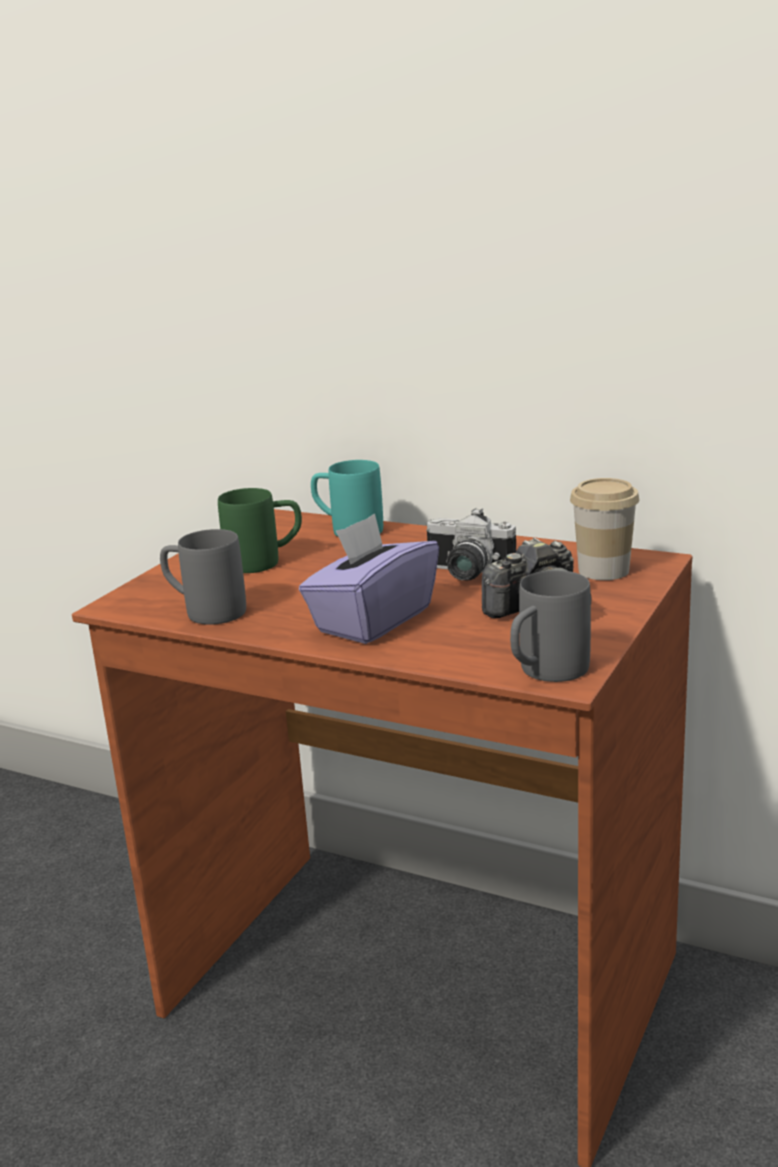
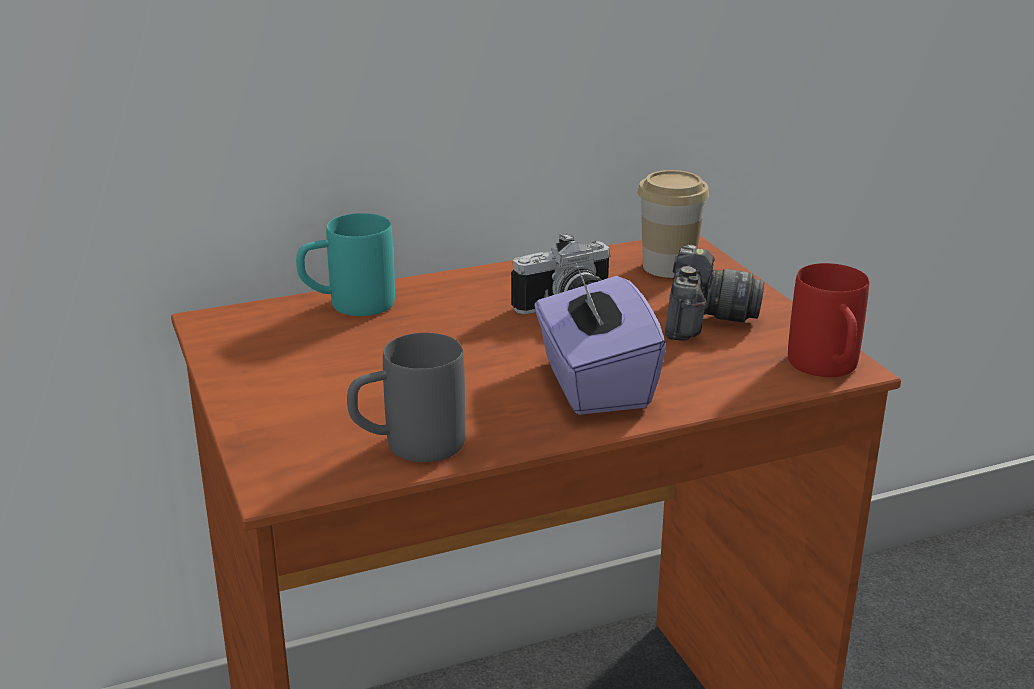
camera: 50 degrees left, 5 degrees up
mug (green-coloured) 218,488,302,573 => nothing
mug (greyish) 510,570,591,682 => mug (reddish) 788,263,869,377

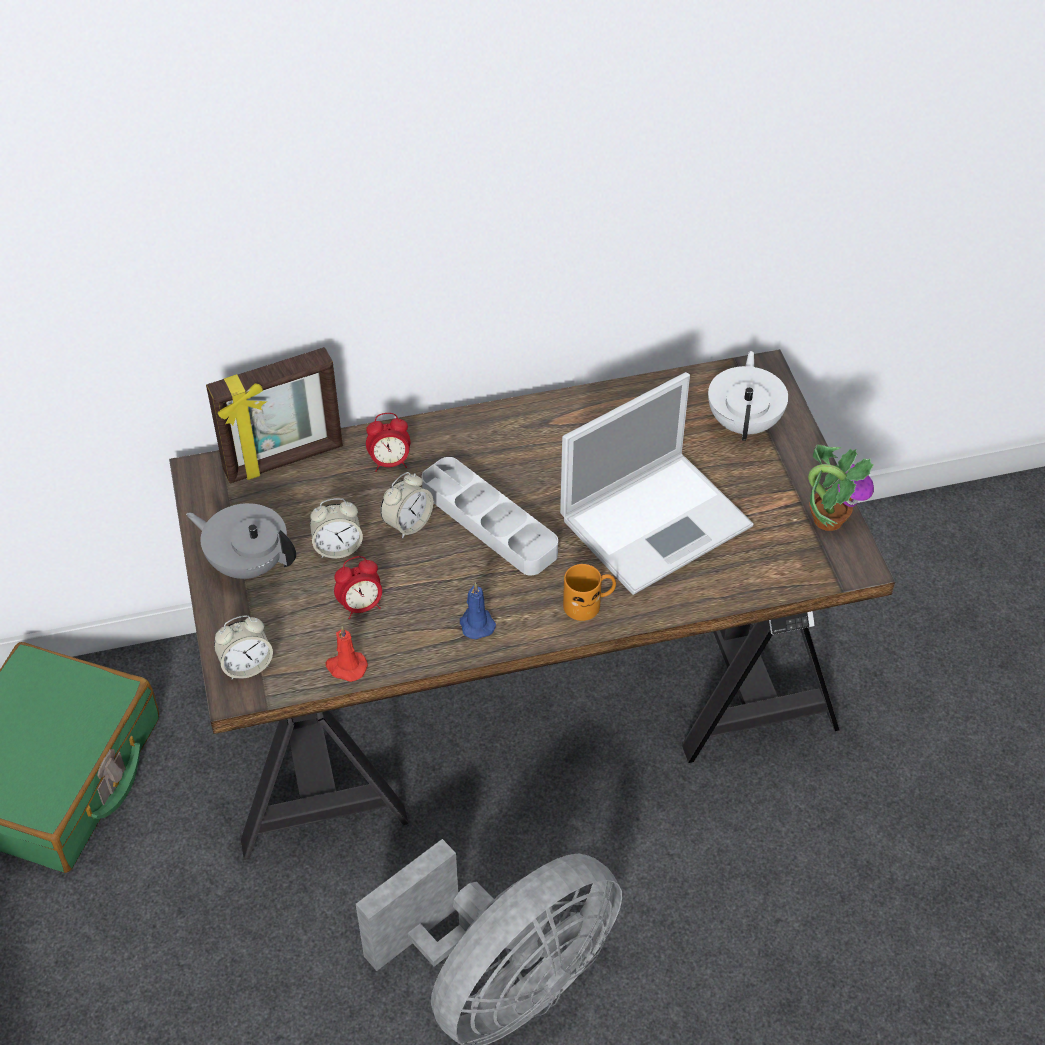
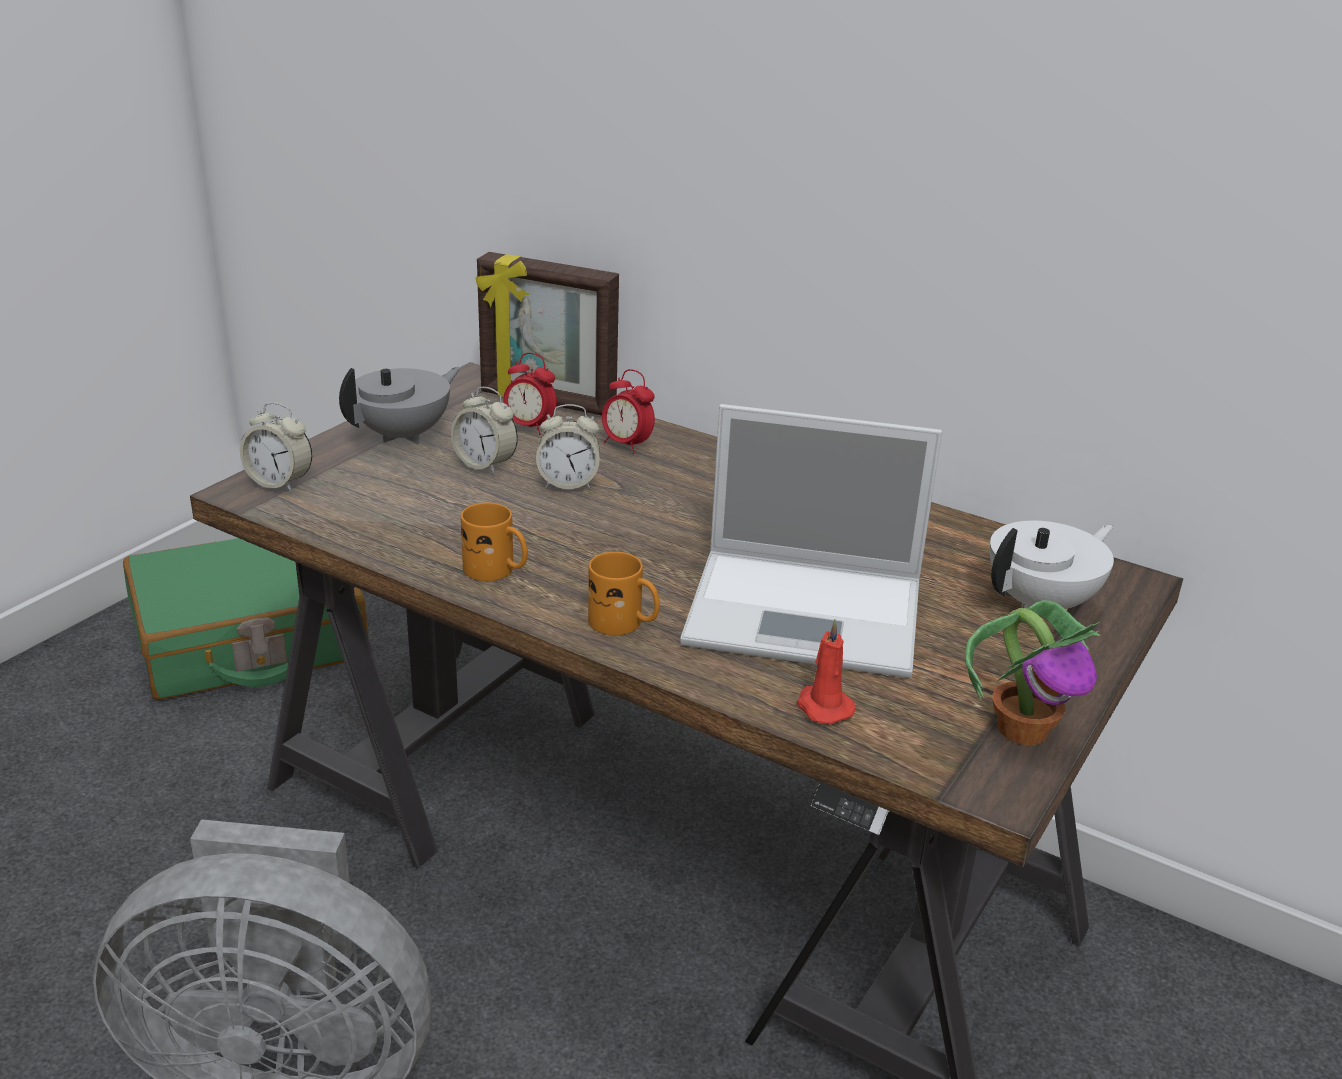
camera: 45 degrees right, 20 degrees down
carrying tray (greyish) 422,457,558,575 => nothing
teapot (greyish) 186,503,296,579 => teapot (greyish) 339,367,461,444, 60 degrees clockwise
bedside clock 334,556,382,619 => bedside clock 503,353,557,435, moved
candle (blue-coloured) 460,582,496,639 => mug (orange-coloured) 461,503,528,581
candle (reddish) 326,626,368,682 => candle (reddish) 797,620,855,724, moved

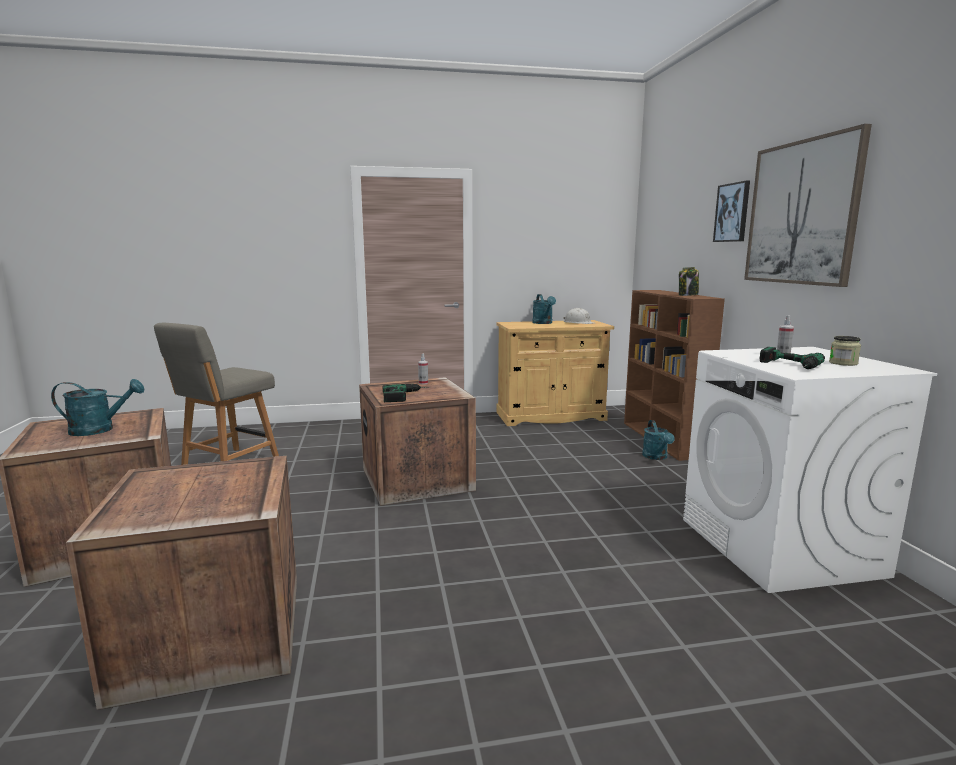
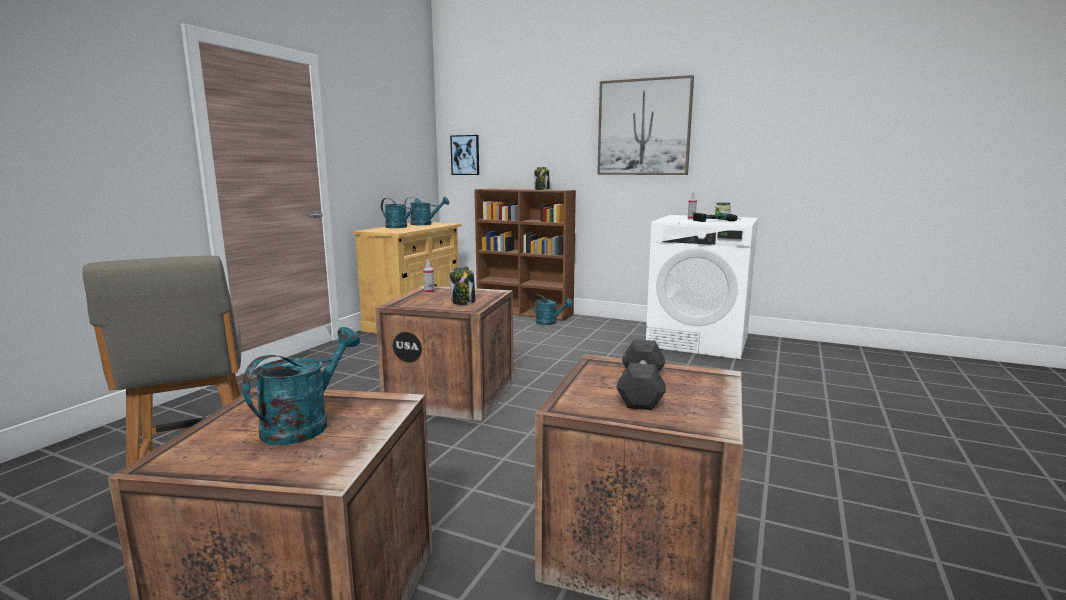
camera: 55 degrees left, 0 degrees up
wall picture 713,181,750,242 => wall picture 450,135,479,175, moved
safety helmet (whitish) 563,308,594,324 => sprinkling can (turquoise-coloured) 404,196,449,225
drill 383,384,427,402 => storage jar 450,266,475,305
nothing => hand weight (greyish) 616,339,666,410

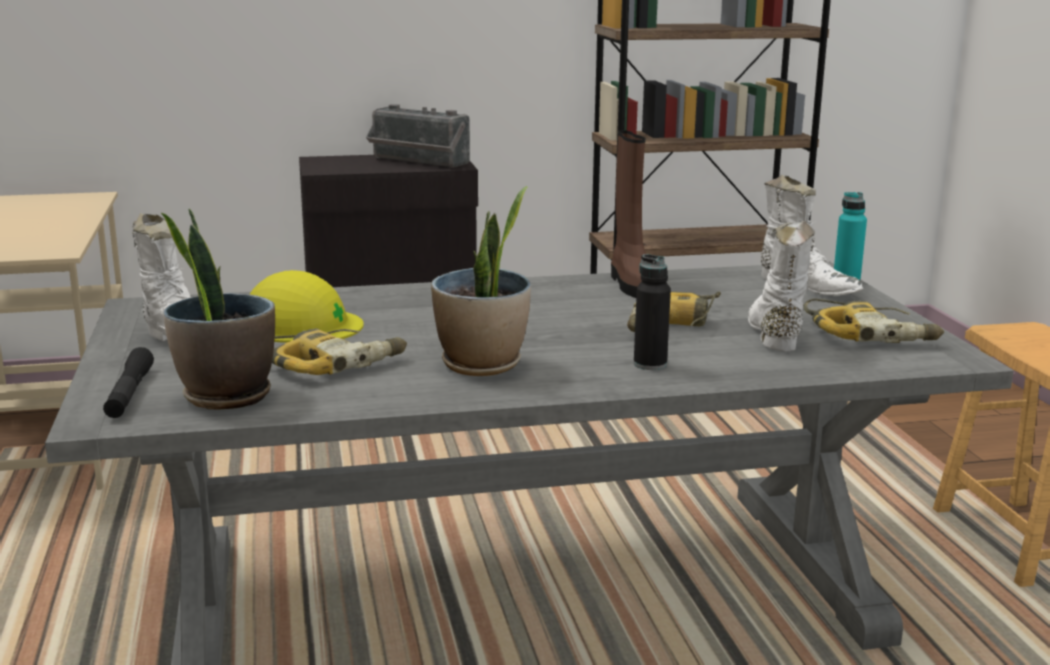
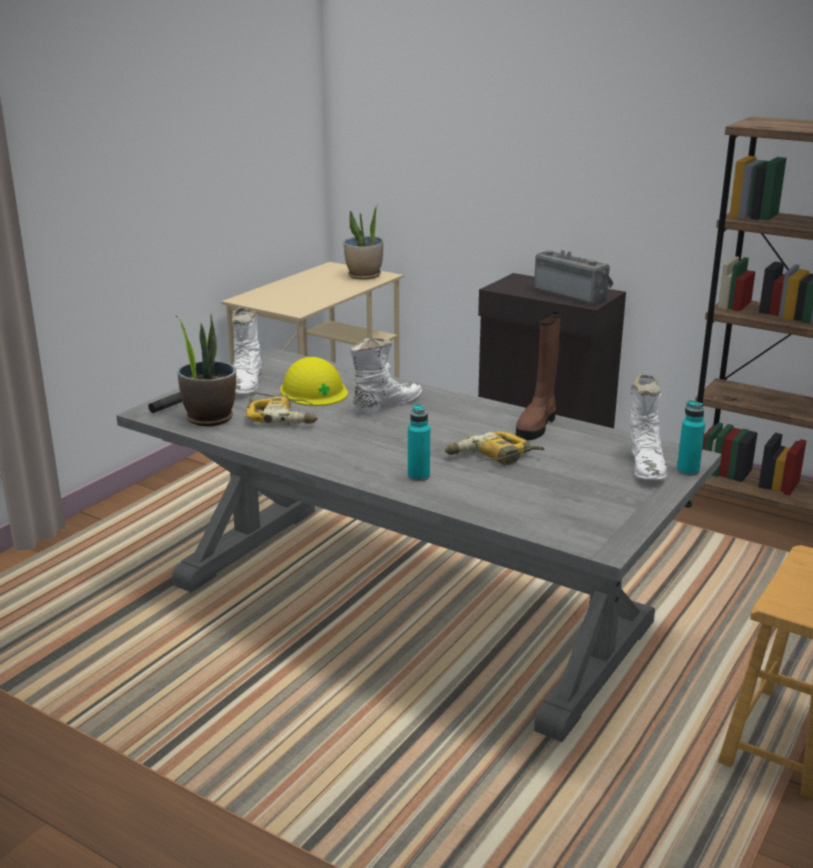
camera: 45 degrees right, 5 degrees up
radio set 366,104,470,168 => radio set 534,250,614,305, 150 degrees clockwise
potted plant 431,186,531,376 => potted plant 343,204,383,279, moved
high-top boot (whitish) 748,221,815,352 => high-top boot (whitish) 350,338,422,415, moved
beverage bottle (blackish) 634,254,671,370 => beverage bottle (turquoise-coloured) 408,404,430,481
drill 803,299,944,343 => nothing

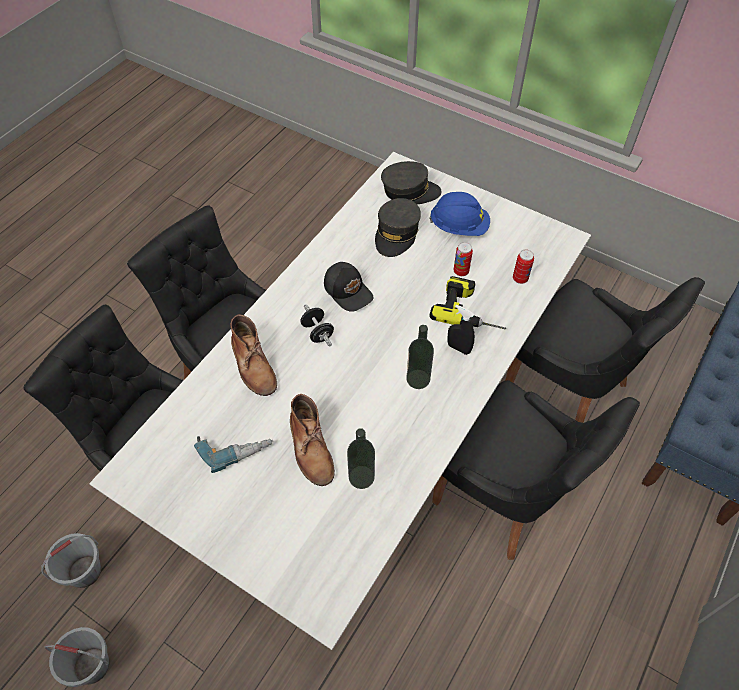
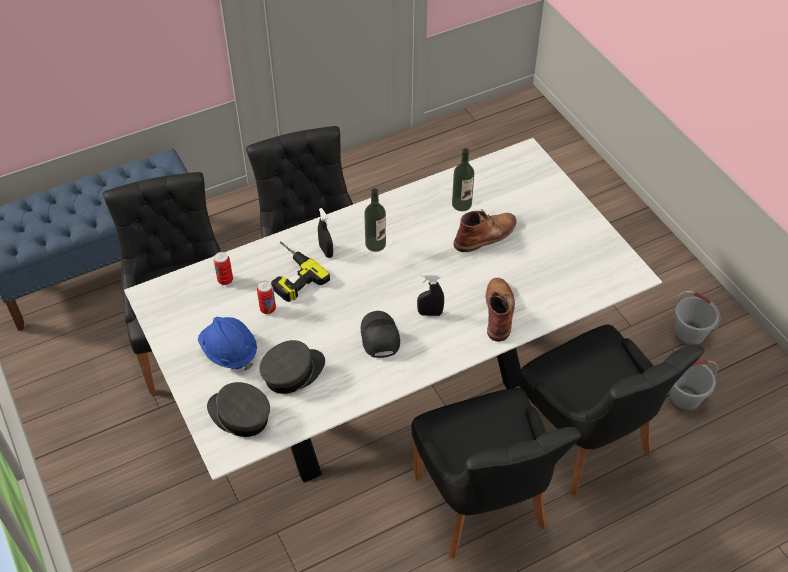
camera: 150 degrees left, 5 degrees down
hand weight (blackish) 300,304,334,346 => sprayer (blackish) 417,274,444,316
high-top boot (brownish) 290,394,335,486 => high-top boot (brownish) 454,209,517,252, 45 degrees clockwise
drill 194,436,273,473 => nothing

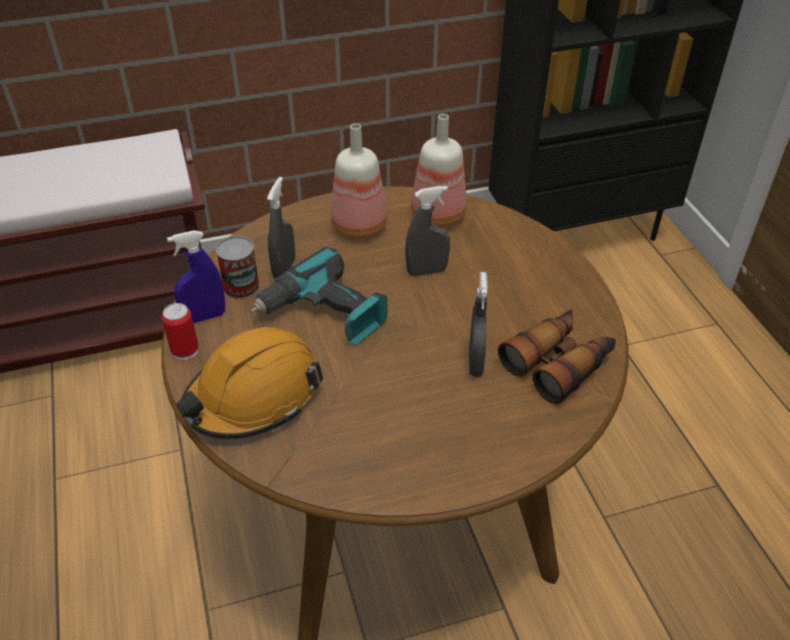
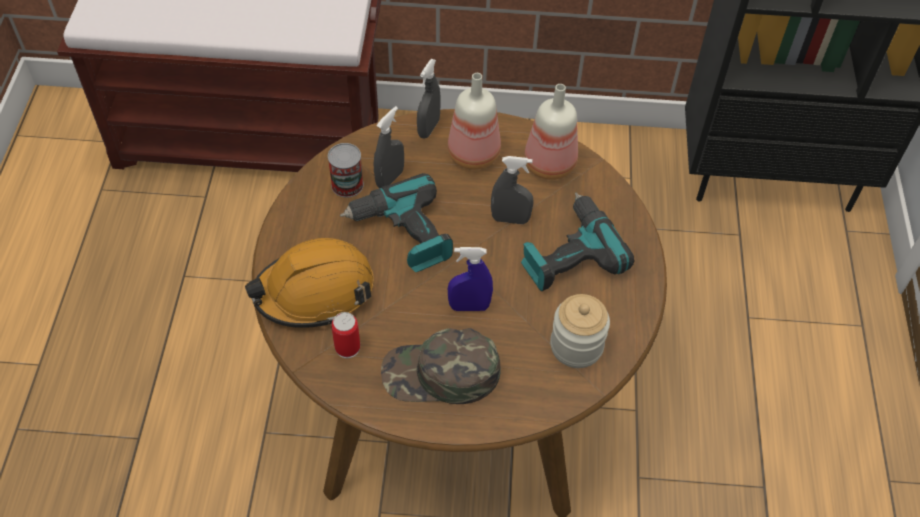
camera: 20 degrees right, 10 degrees up
sprayer (blue-coloured) 167,230,225,323 => sprayer (blue-coloured) 448,247,493,311, moved
sprayer (greyish) 469,272,488,377 => sprayer (greyish) 417,59,440,138, moved
metal can 162,303,199,360 => metal can 331,312,360,358, moved
field glasses 498,310,616,404 => storage jar 550,294,610,368
nothing => drill 521,193,634,291
nothing => peaked cap (green-coloured) 381,328,501,404

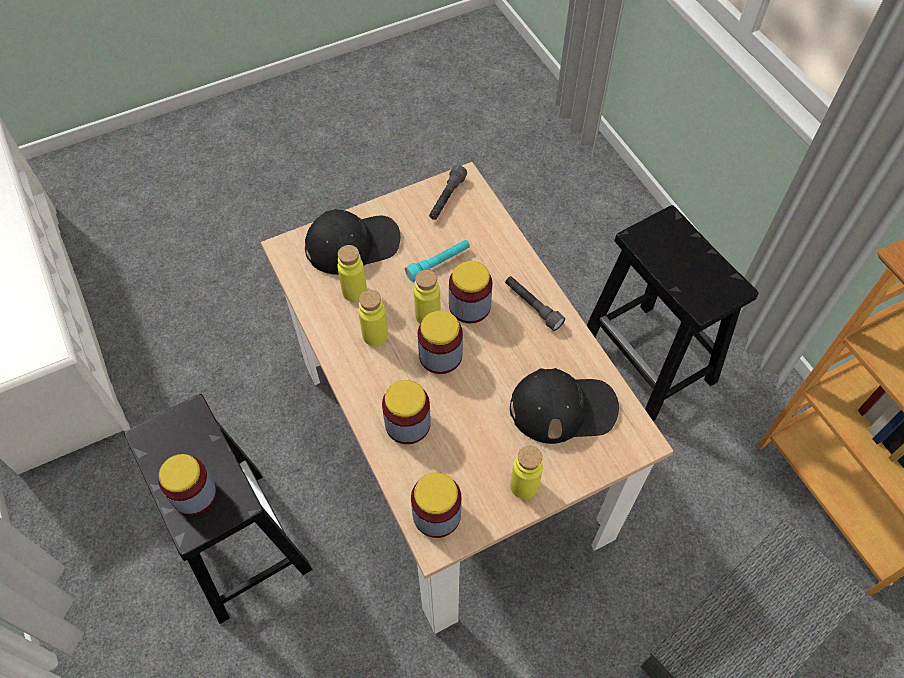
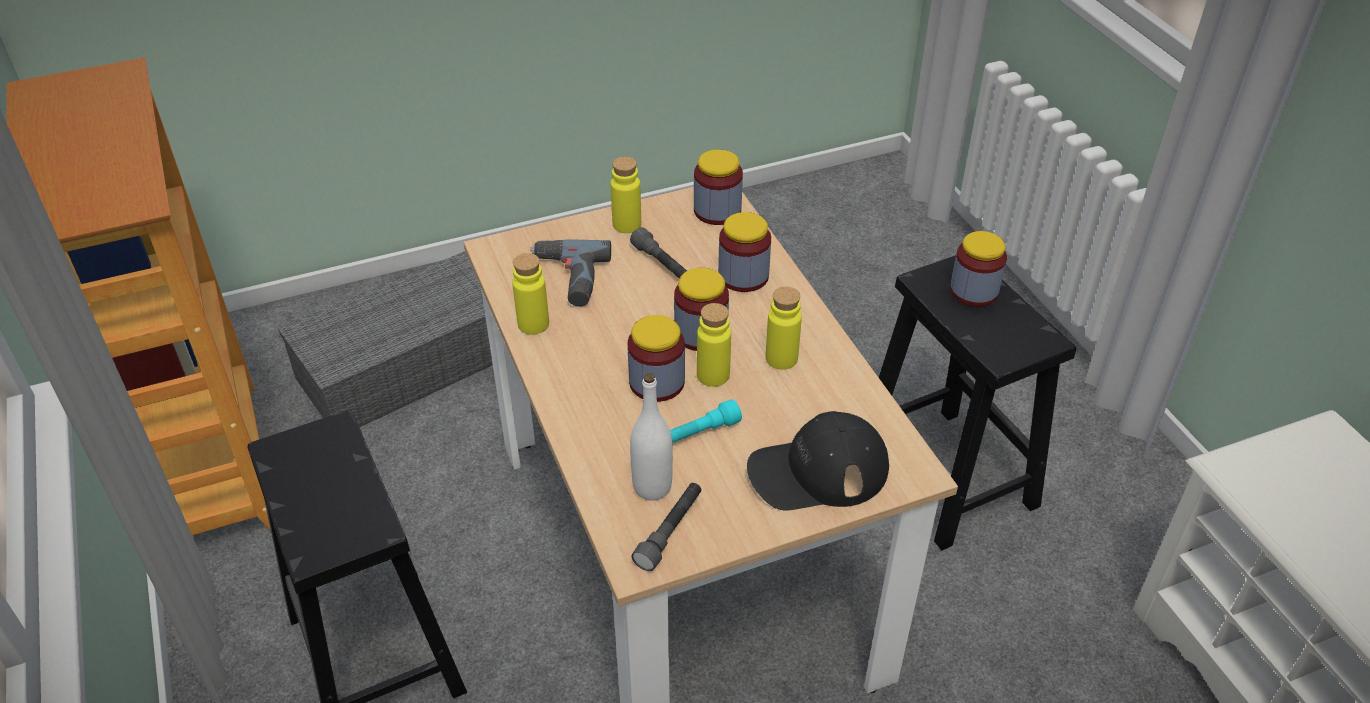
camera: 175 degrees left, 15 degrees down
beverage bottle (yellow) 337,245,367,302 => beverage bottle (yellow) 512,253,549,335, moved
hand torch (greyish) 505,276,565,331 => hand torch (greyish) 630,227,687,278, moved
peaked cap (blackish) 510,368,619,444 => drill 530,239,611,307
nothing => beverage bottle (whitish) 630,373,673,501

